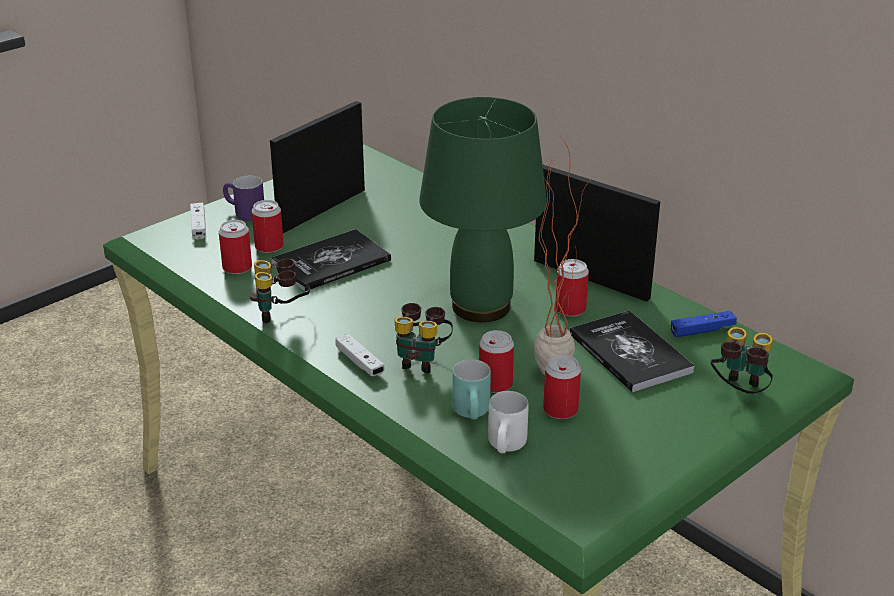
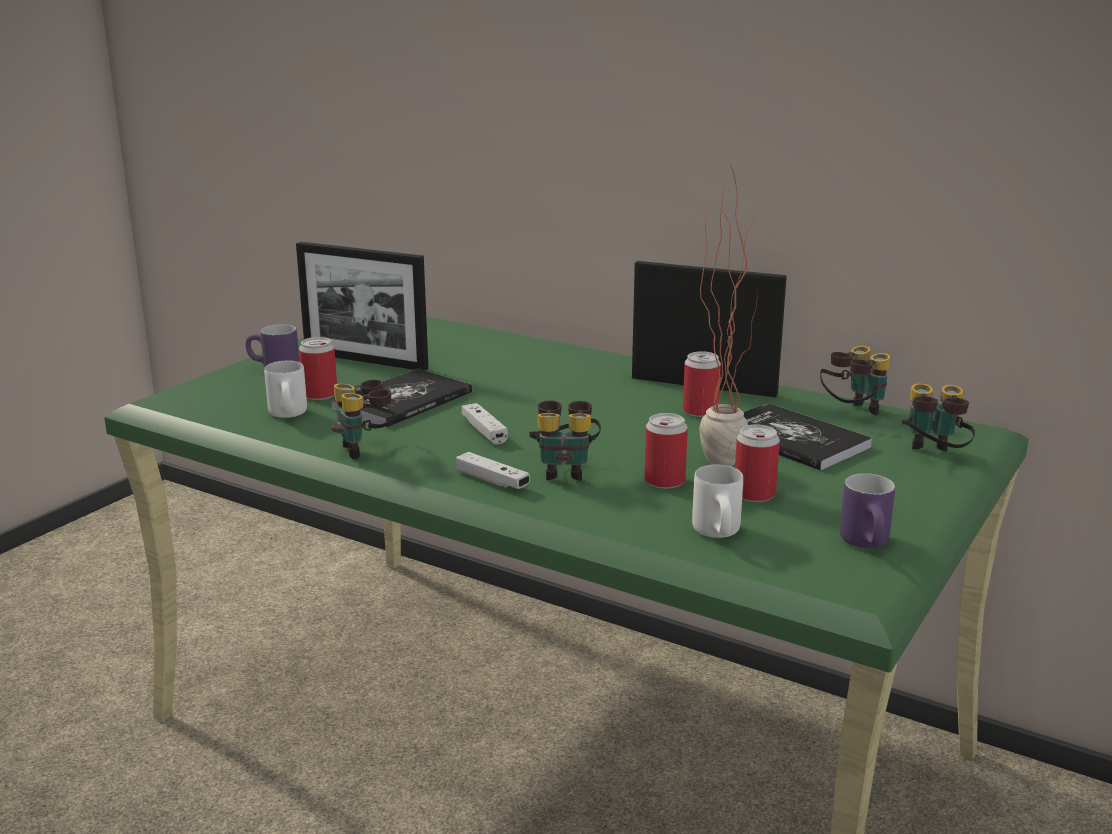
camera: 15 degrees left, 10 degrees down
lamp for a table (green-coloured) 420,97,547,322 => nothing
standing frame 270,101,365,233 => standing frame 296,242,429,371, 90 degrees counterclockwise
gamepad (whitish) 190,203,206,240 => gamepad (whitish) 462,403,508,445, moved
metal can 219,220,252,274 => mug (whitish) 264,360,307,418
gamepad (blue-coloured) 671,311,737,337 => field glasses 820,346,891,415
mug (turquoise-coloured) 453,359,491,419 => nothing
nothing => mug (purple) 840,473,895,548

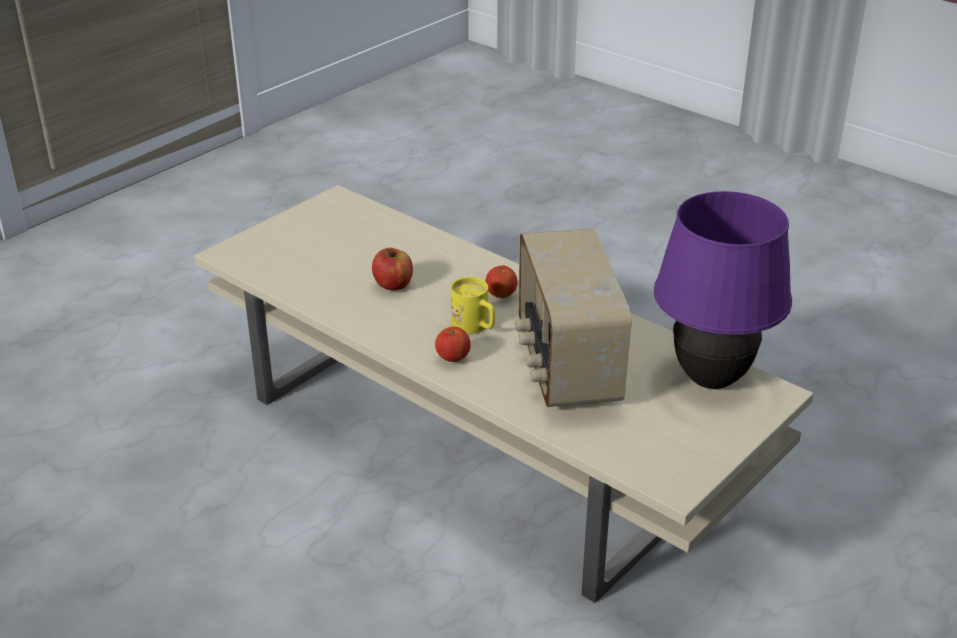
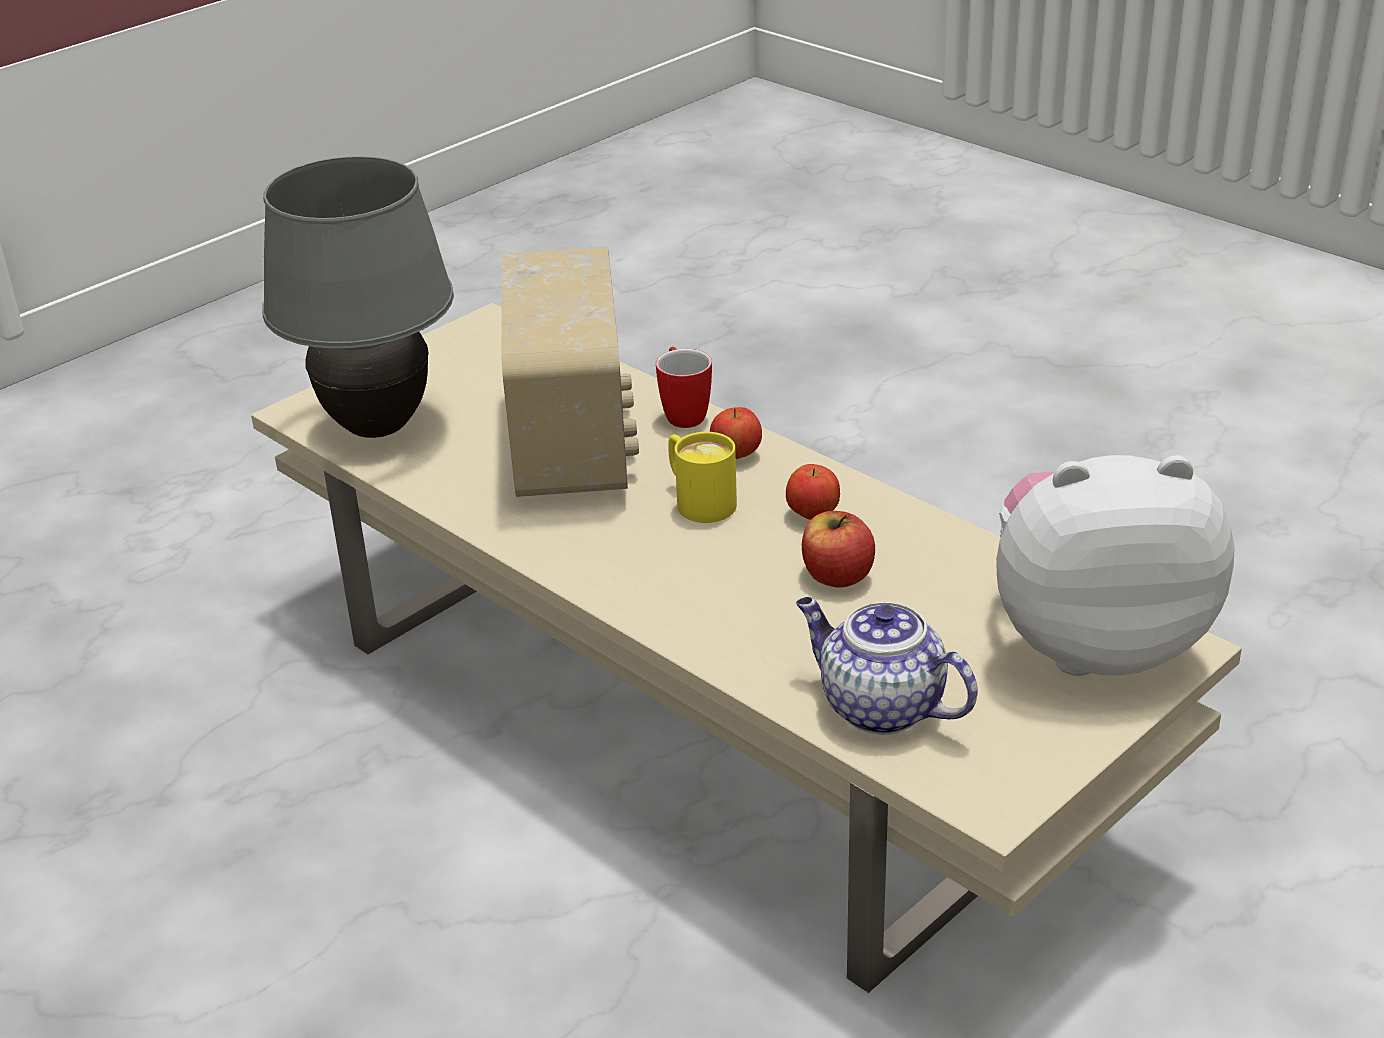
camera: 175 degrees left, 0 degrees up
lamp for a table (purple) 654,191,792,389 => lamp for a table (greyish) 262,156,454,438
apple 485,265,518,298 => apple 786,464,840,520, moved
nothing => mug 656,347,712,428
nothing => plush toy 996,455,1235,676
nothing => teapot 796,597,978,735

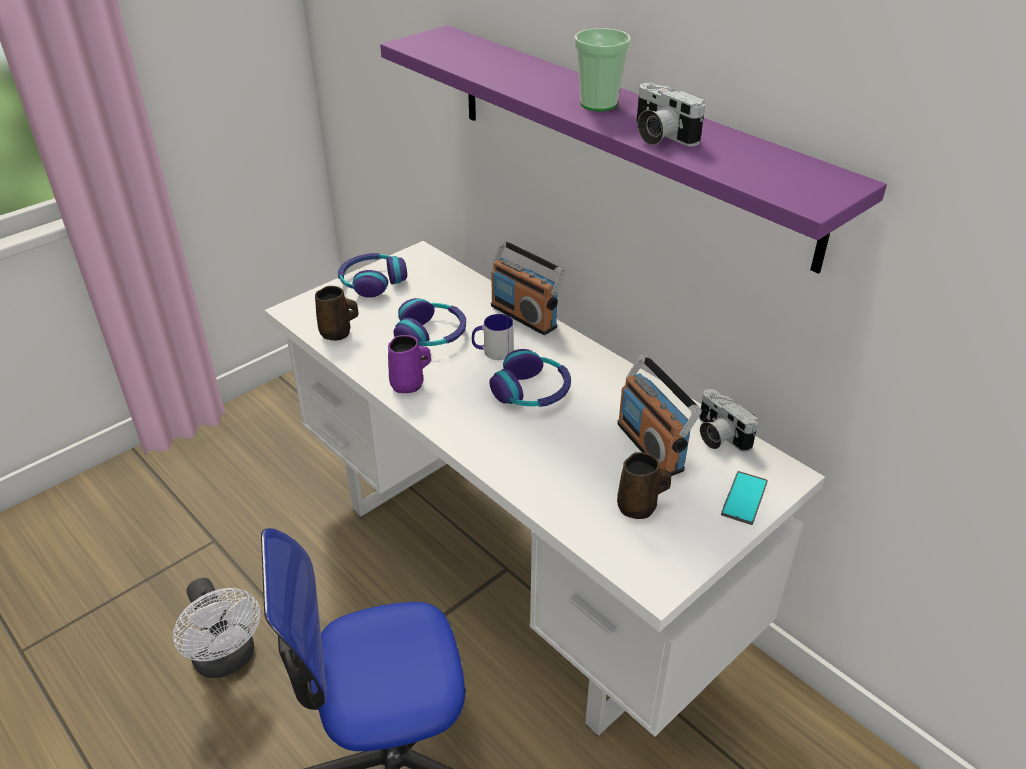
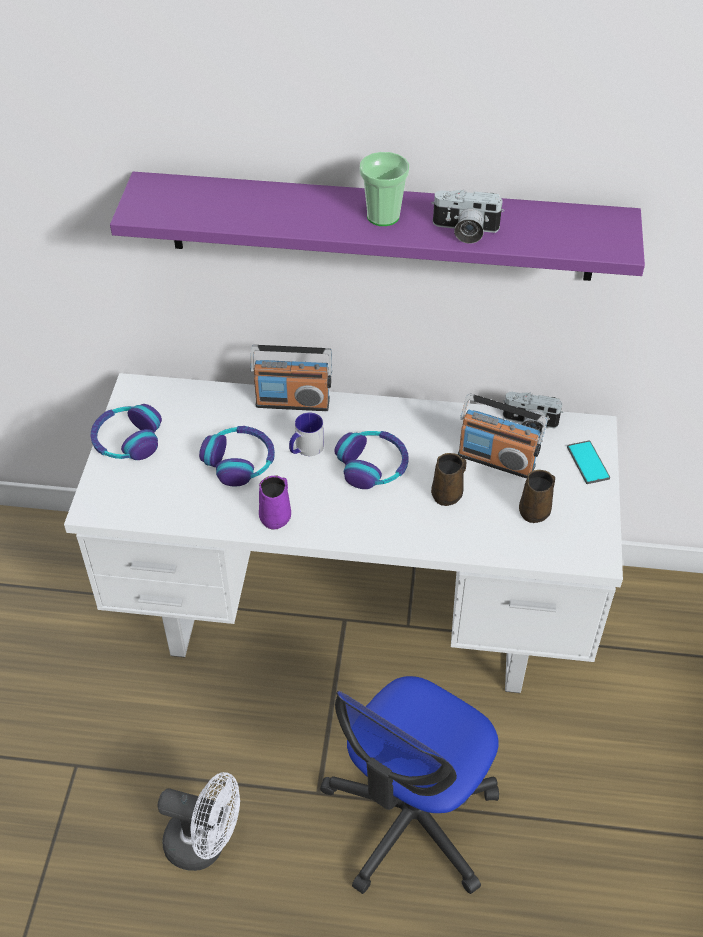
camera: 40 degrees left, 10 degrees up
mug (brownish) 315,286,359,341 => mug (brownish) 431,453,466,506, moved

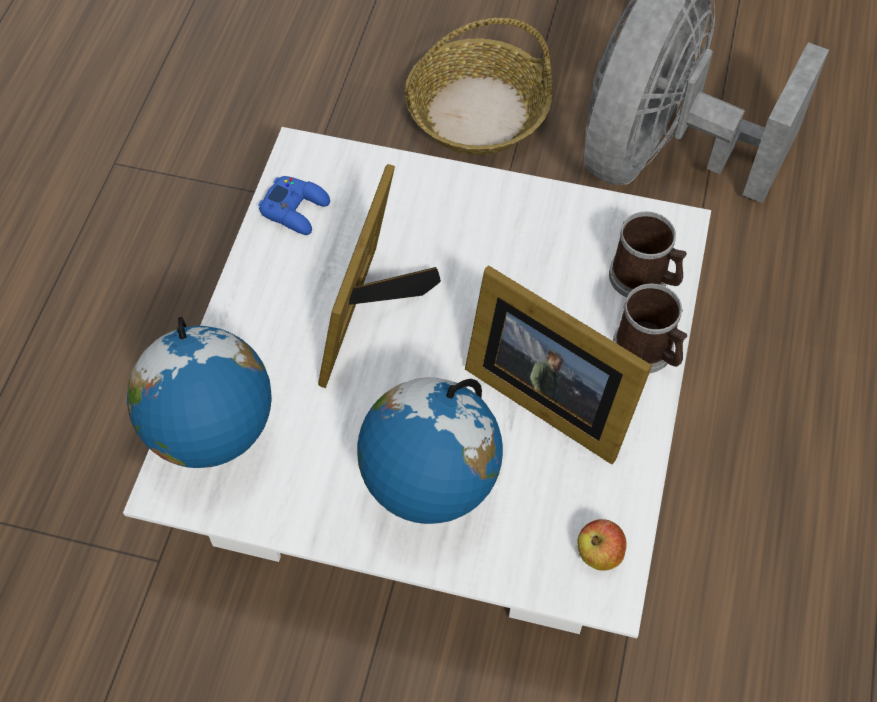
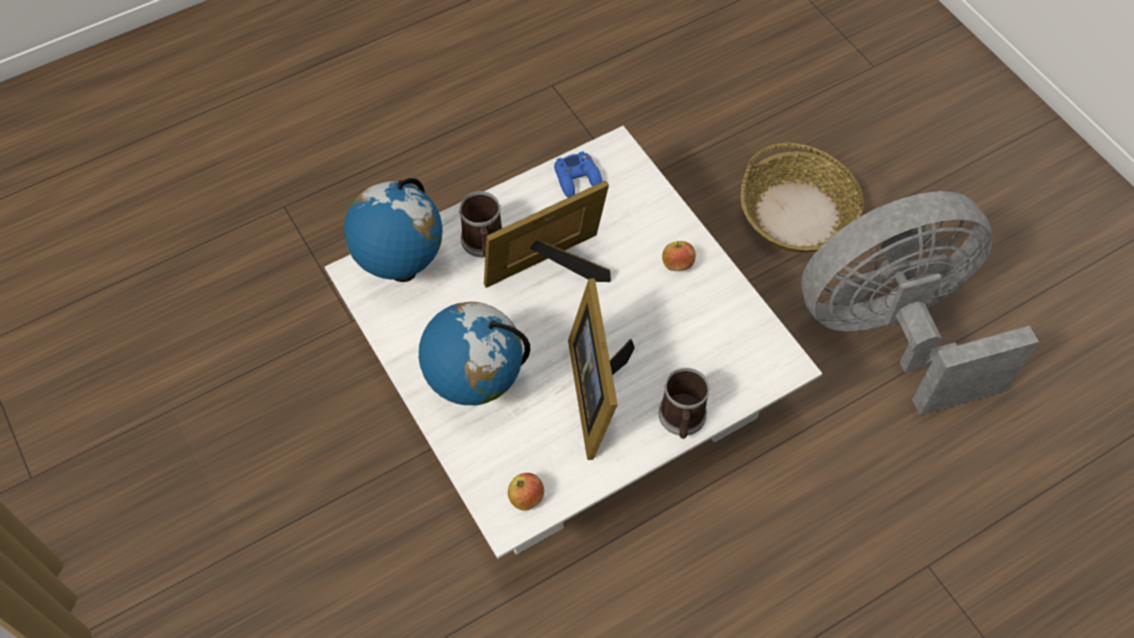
camera: 45 degrees right, 0 degrees up
mug 609,212,687,297 => mug 459,191,502,258, moved
nothing => apple 662,241,696,271

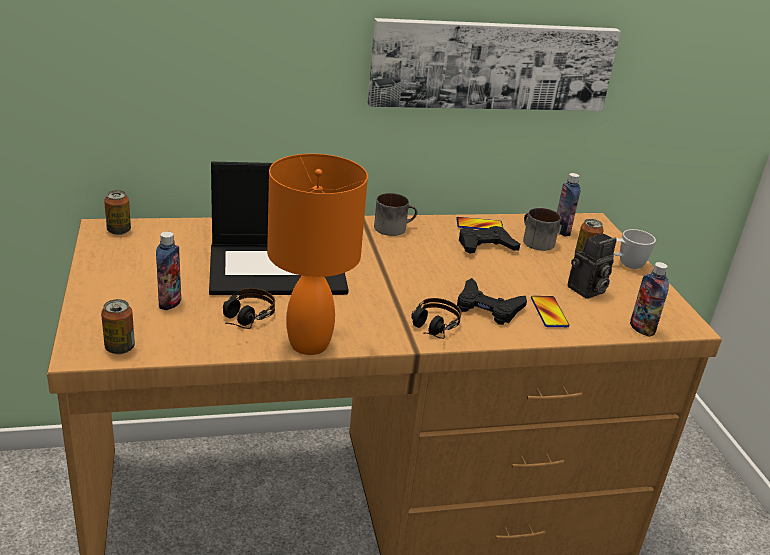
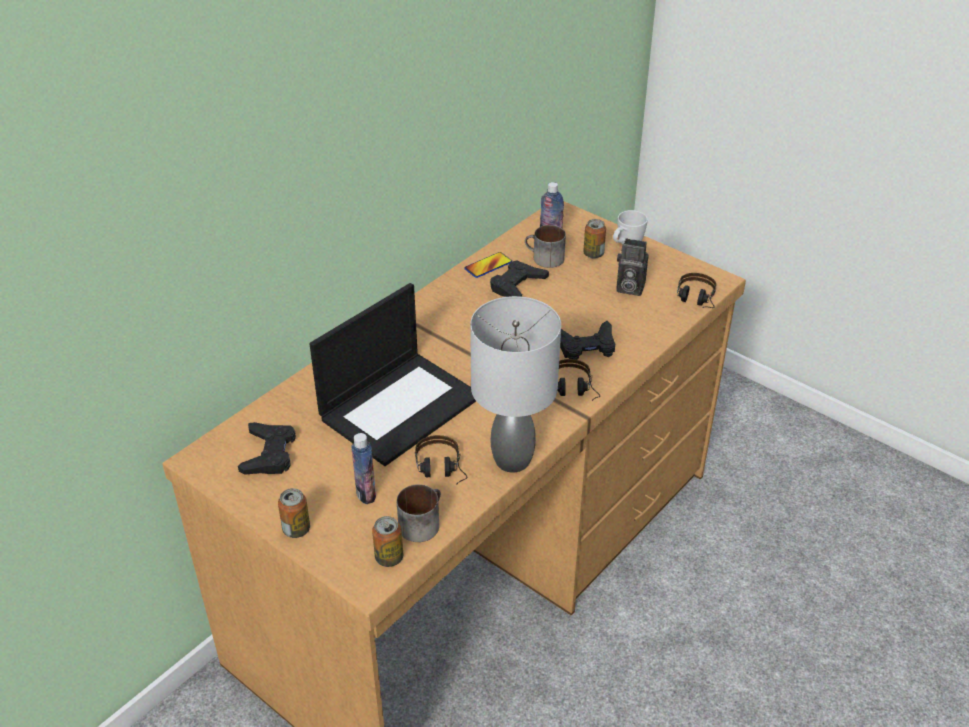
camera: 35 degrees left, 10 degrees up
wall picture 368,18,621,111 => nothing
lamp for a table (orange-coloured) 267,154,368,355 => lamp for a table (greyish) 470,296,561,473
metal can 104,190,131,235 => metal can 278,488,310,538, moved
mug 374,193,417,236 => mug 397,484,441,542, moved
photo camera 568,233,617,299 => photo camera 616,238,649,296, 90 degrees clockwise
beverage bottle 630,262,669,337 => headphones 677,273,716,308
telephone 531,296,569,327 => nothing
nothing => gamepad (blackish) 238,422,296,475

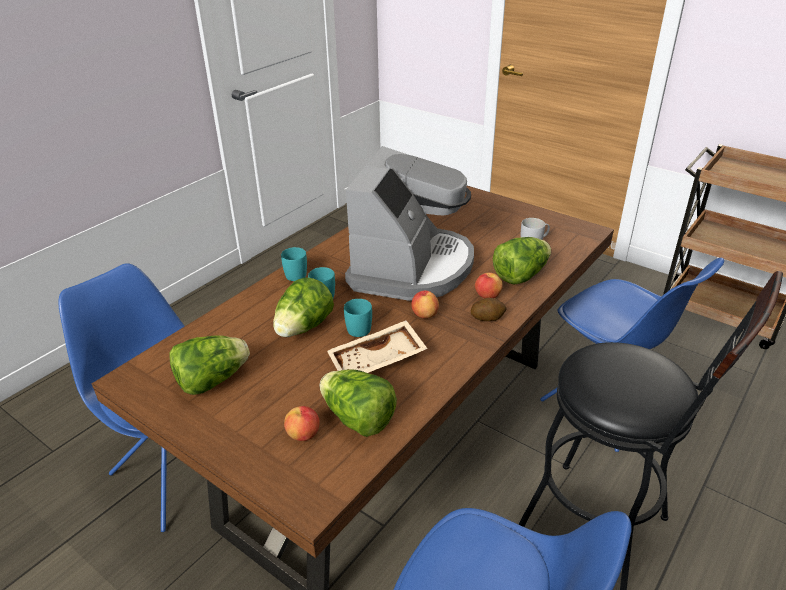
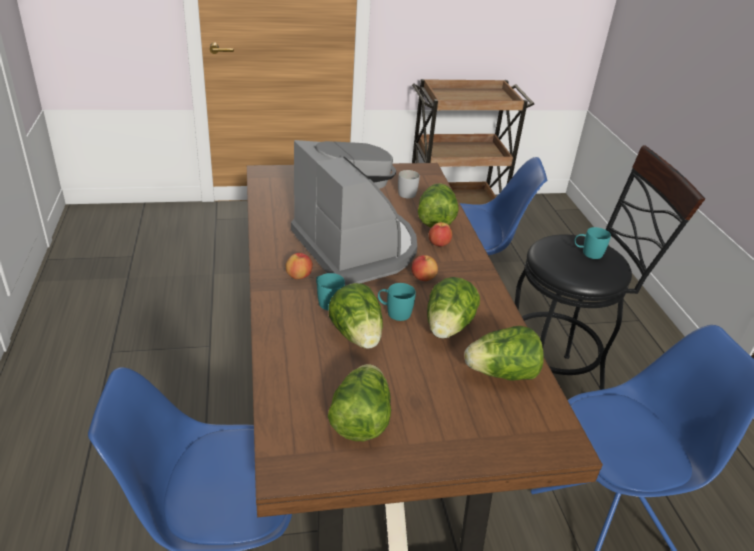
camera: 50 degrees left, 0 degrees up
mug (turquoise-coloured) 281,247,307,281 => mug (turquoise-coloured) 575,227,611,259, moved
whole potato 471,298,507,321 => nothing
carrying tray (sand-coloured) 327,320,428,373 => lettuce 427,277,480,339
apple 284,406,320,441 => apple 286,253,313,279, moved

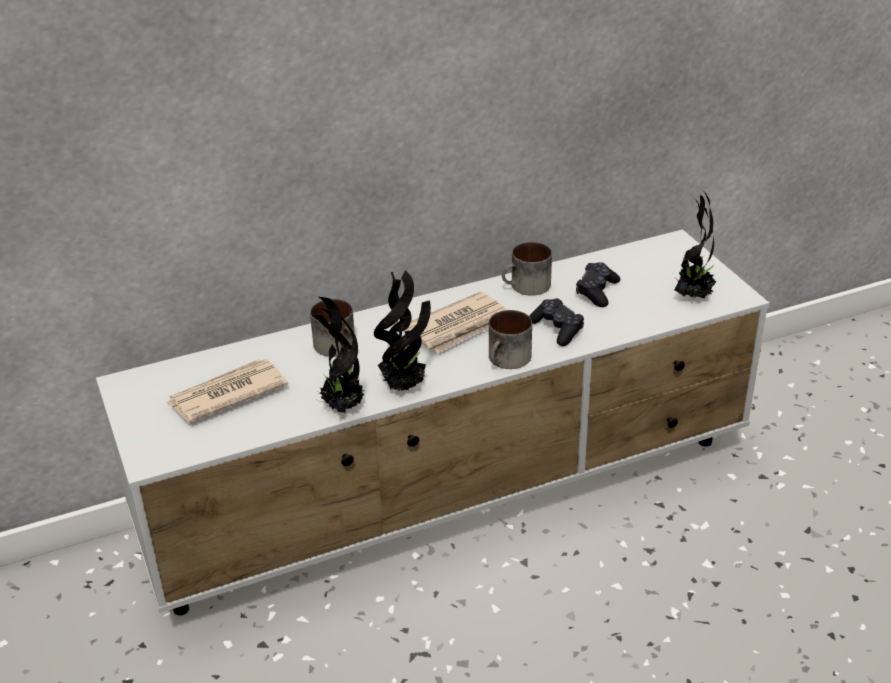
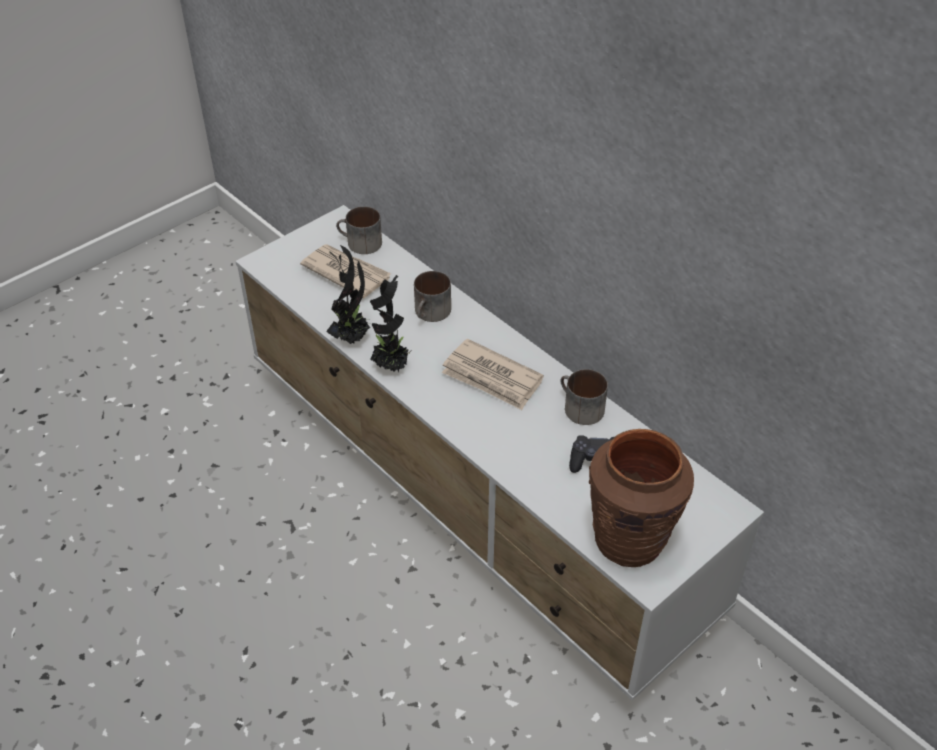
camera: 70 degrees right, 10 degrees up
potted plant 674,188,717,299 => vase (brownish) 589,429,694,567
gamepad (blackish) 529,298,584,346 => nothing
mug 489,310,532,369 => mug 336,206,382,254, moved

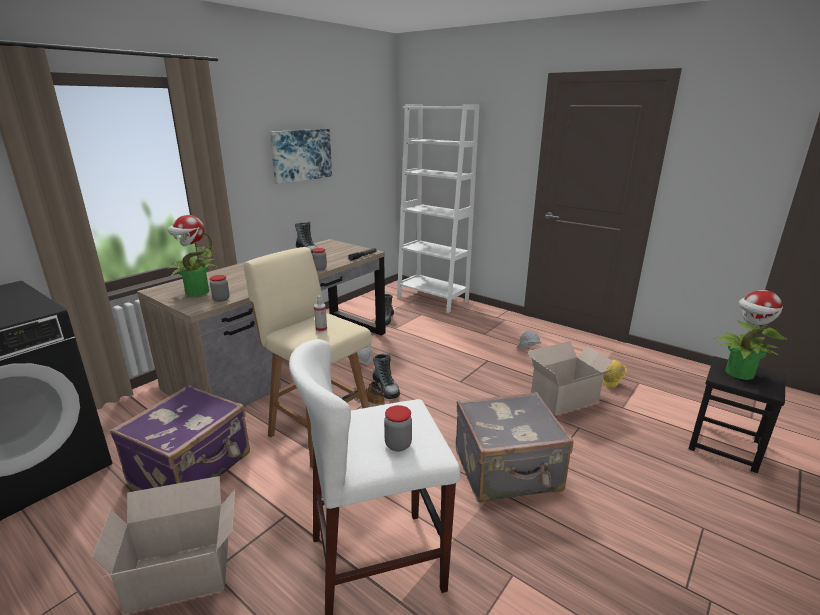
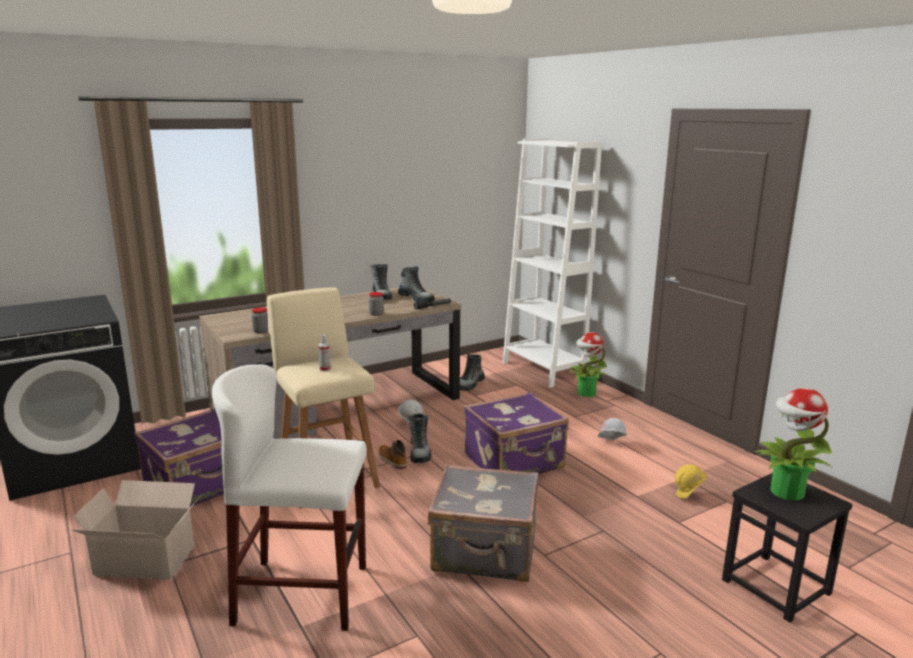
camera: 20 degrees right, 5 degrees down
wall picture 270,129,332,184 => nothing
potted plant 166,215,217,296 => potted plant 567,332,607,397, moved
carton 527,341,616,416 => nothing
storage jar 384,405,412,451 => nothing
nothing => high-top boot 398,266,435,302
nothing => travel case (purple) 464,392,569,474

